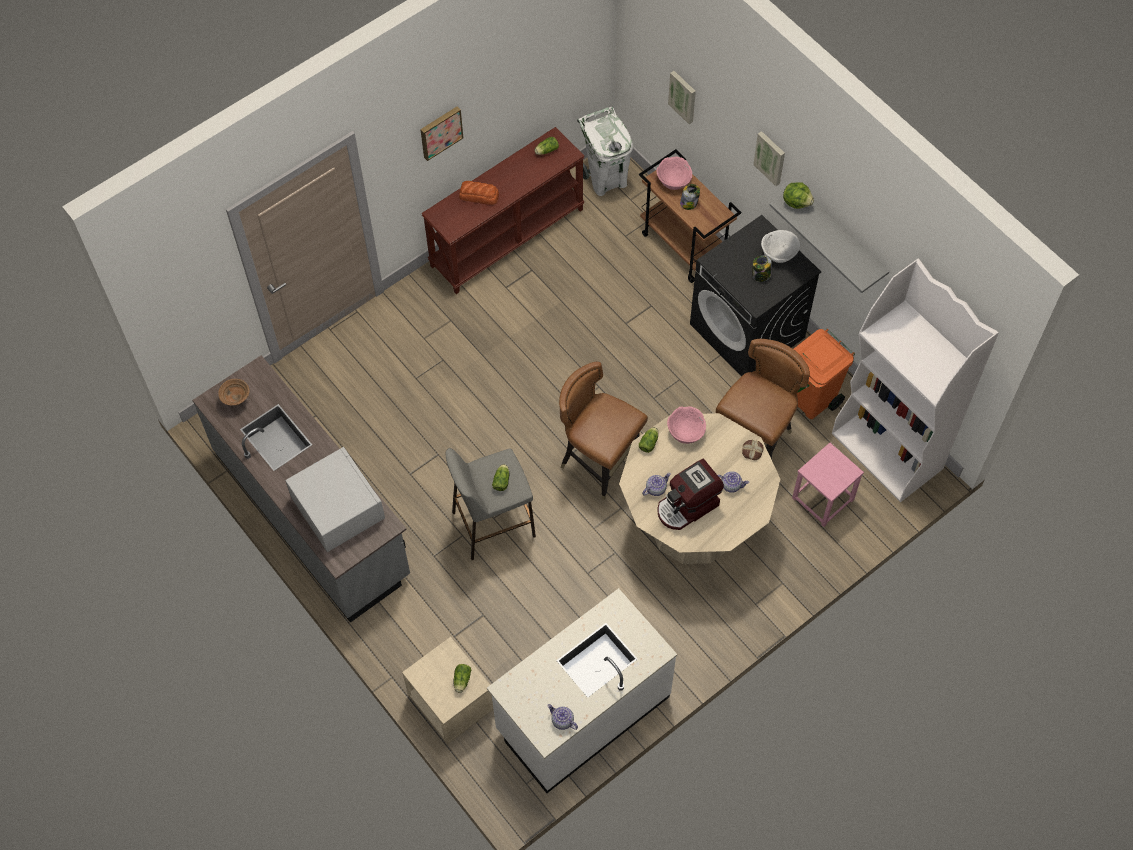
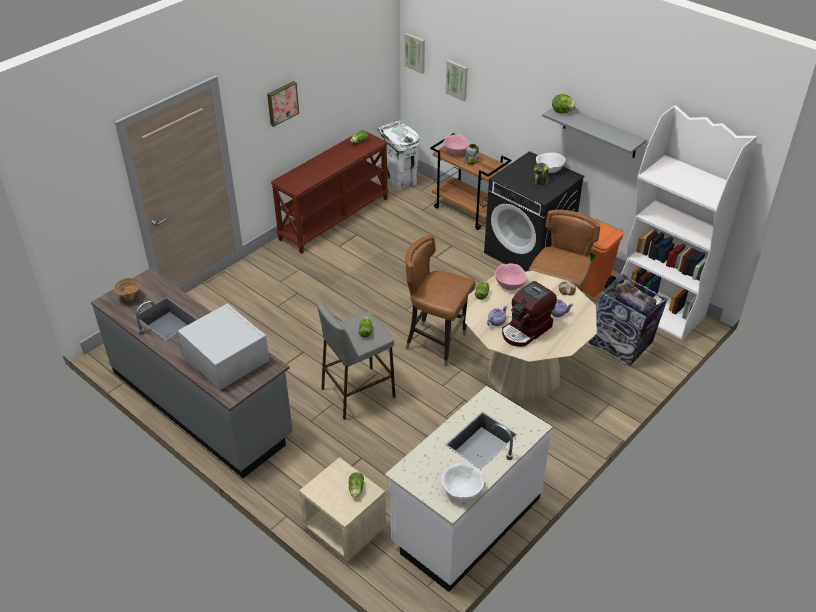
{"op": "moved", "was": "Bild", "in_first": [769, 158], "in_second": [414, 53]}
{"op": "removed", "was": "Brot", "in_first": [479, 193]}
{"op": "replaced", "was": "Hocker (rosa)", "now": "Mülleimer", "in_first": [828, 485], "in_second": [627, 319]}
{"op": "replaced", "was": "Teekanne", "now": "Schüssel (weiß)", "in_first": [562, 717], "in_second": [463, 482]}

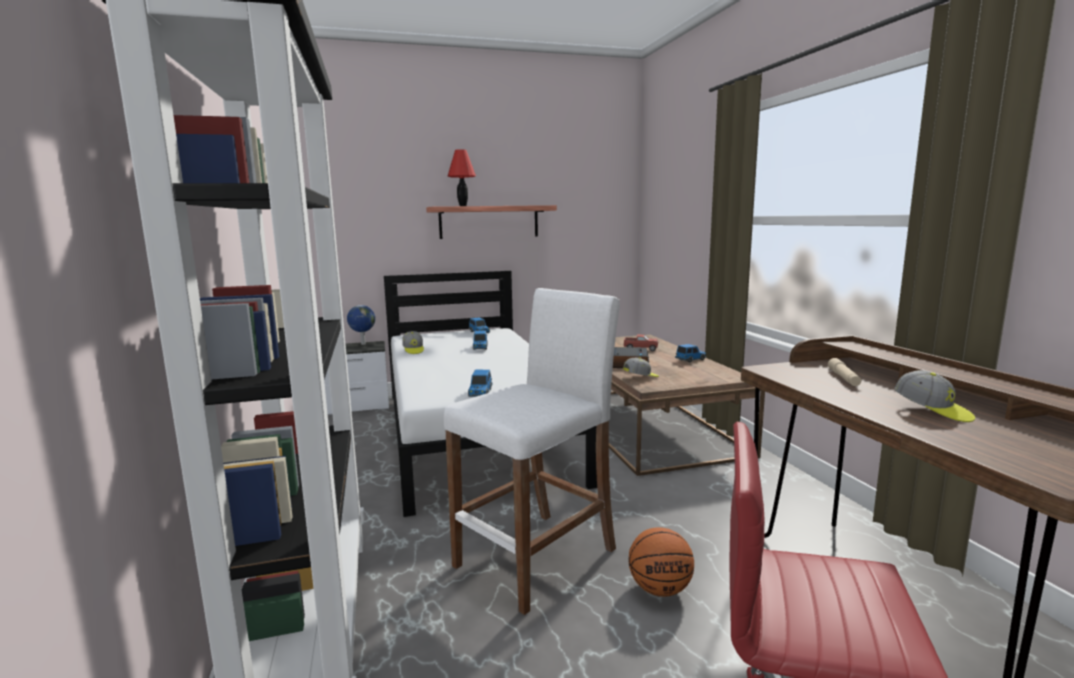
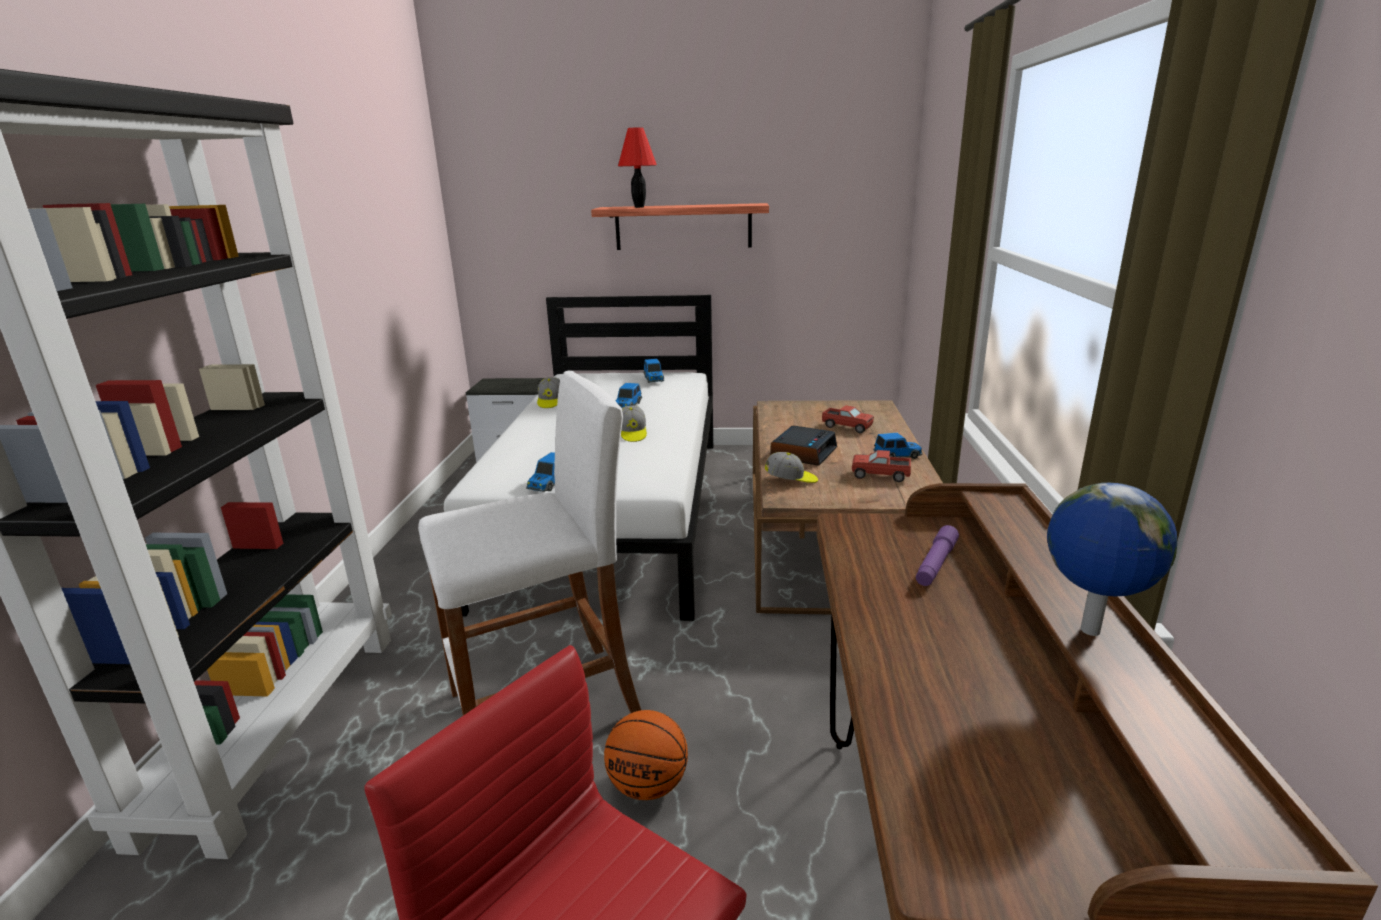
{"op": "moved", "was": "Globus", "in_first": [361, 325], "in_second": [1112, 559]}
{"op": "recoloured", "was": "Taschenlampe (beige)", "now": "Taschenlampe (lila)", "in_first": [844, 372], "in_second": [937, 555]}
{"op": "moved", "was": "Kappe", "in_first": [935, 396], "in_second": [634, 423]}
{"op": "added", "now": "Spielzeuglaster", "in_second": [881, 466]}

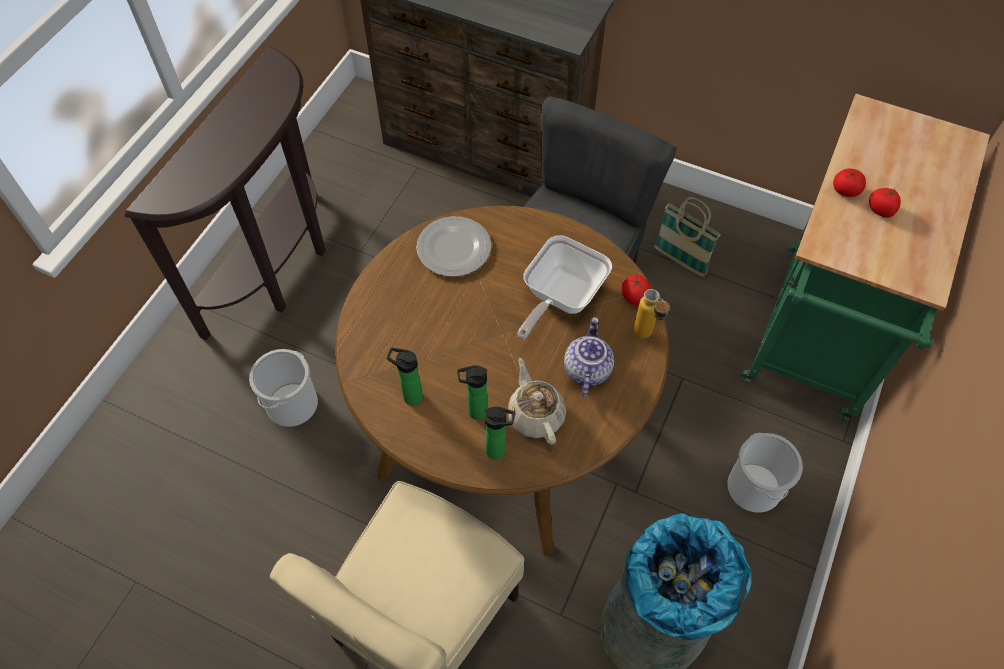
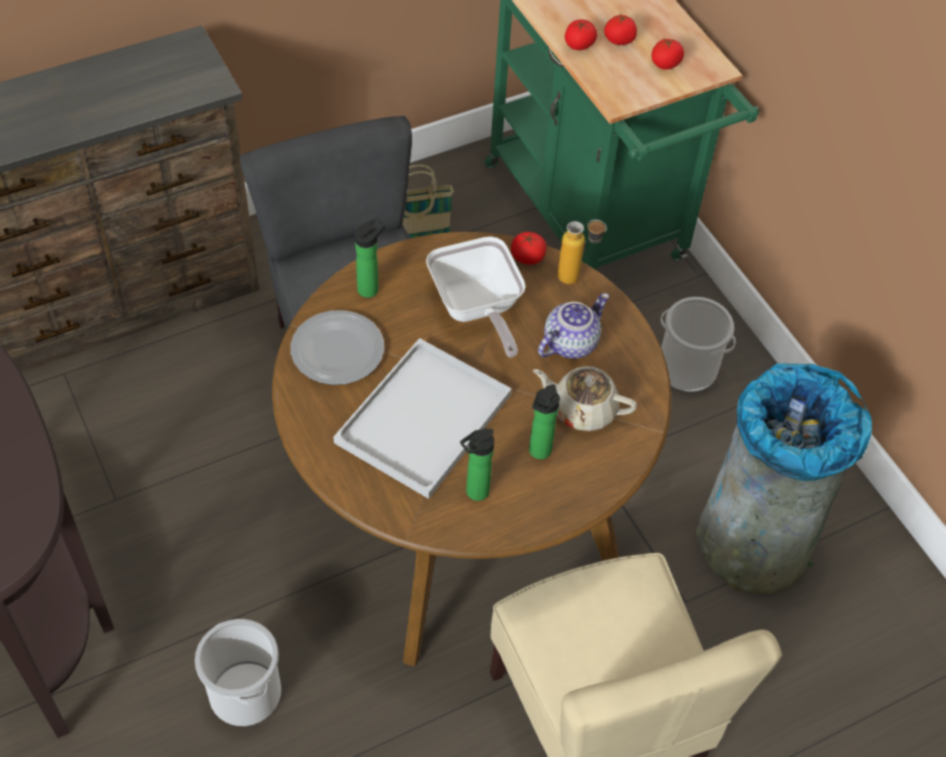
{"op": "turned", "was": "Teekanne", "in_first": [589, 357], "in_second": [573, 326], "clockwise": 90}
{"op": "moved", "was": "Flasche", "in_first": [499, 433], "in_second": [370, 258]}
{"op": "added", "now": "Tomate", "in_second": [668, 53]}
{"op": "added", "now": "Tablett (weiß)", "in_second": [422, 418]}

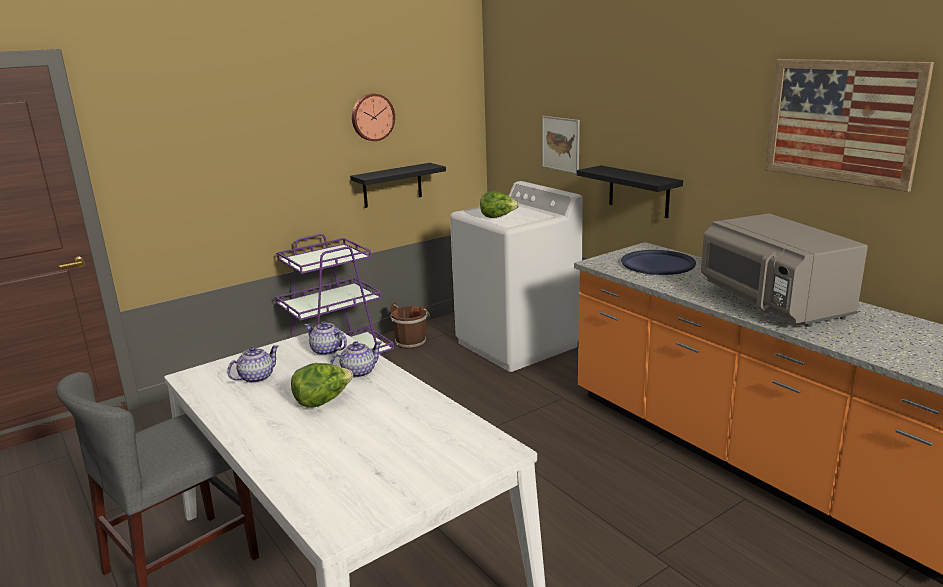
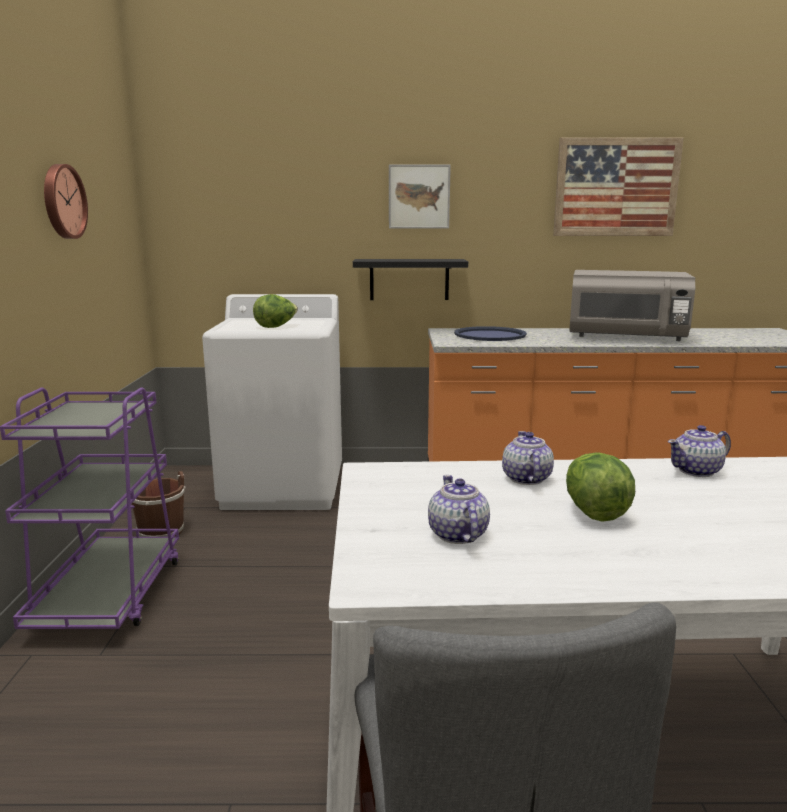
{"op": "moved", "was": "Bild", "in_first": [561, 145], "in_second": [420, 196]}
{"op": "removed", "was": "Wandregal (schwarz)", "in_first": [398, 185]}
{"op": "moved", "was": "Teekanne", "in_first": [326, 338], "in_second": [699, 451]}

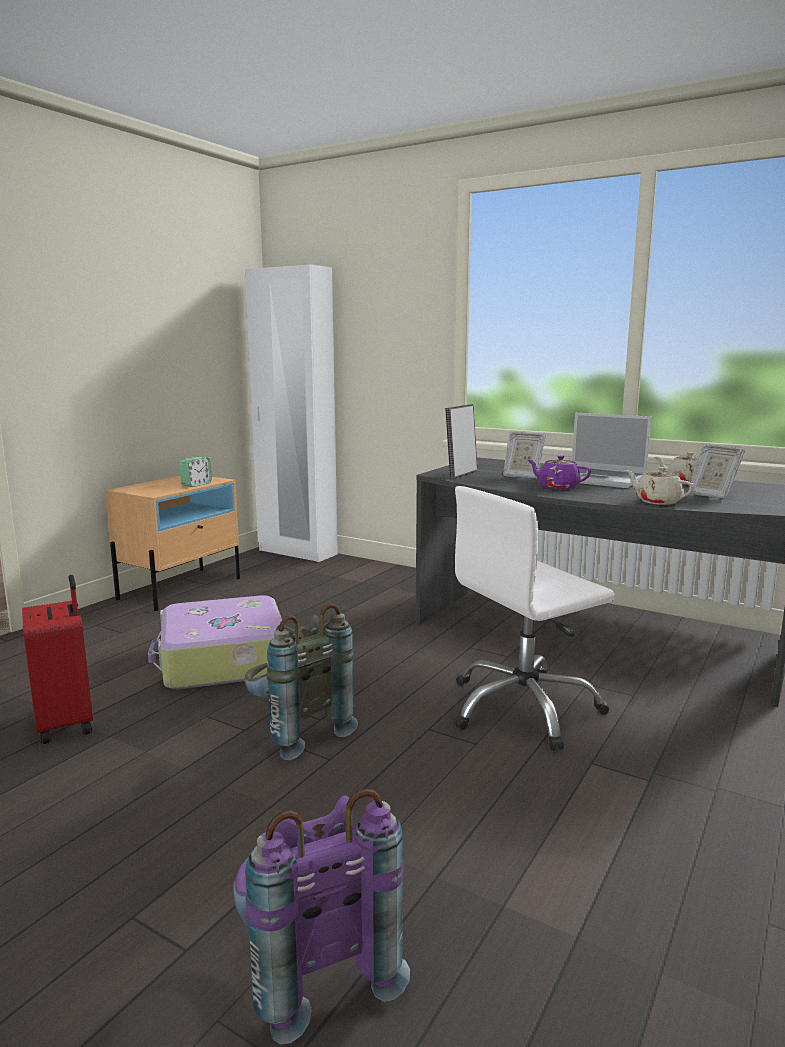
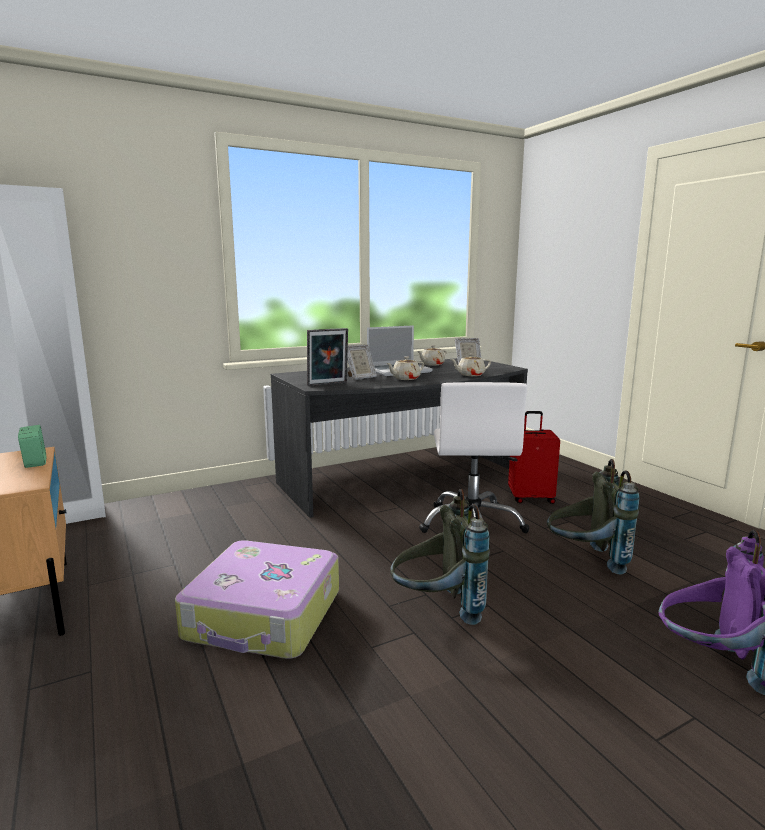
{"op": "turned", "was": "Bilderrahmen", "in_first": [461, 441], "in_second": [327, 357], "clockwise": -90}
{"op": "recoloured", "was": "Teekanne (lila)", "now": "Teekanne (beige)", "in_first": [559, 472], "in_second": [405, 368]}
{"op": "moved", "was": "Koffer (rot)", "in_first": [57, 659], "in_second": [534, 457]}
{"op": "added", "now": "Rucksack (grau)", "in_second": [593, 517]}

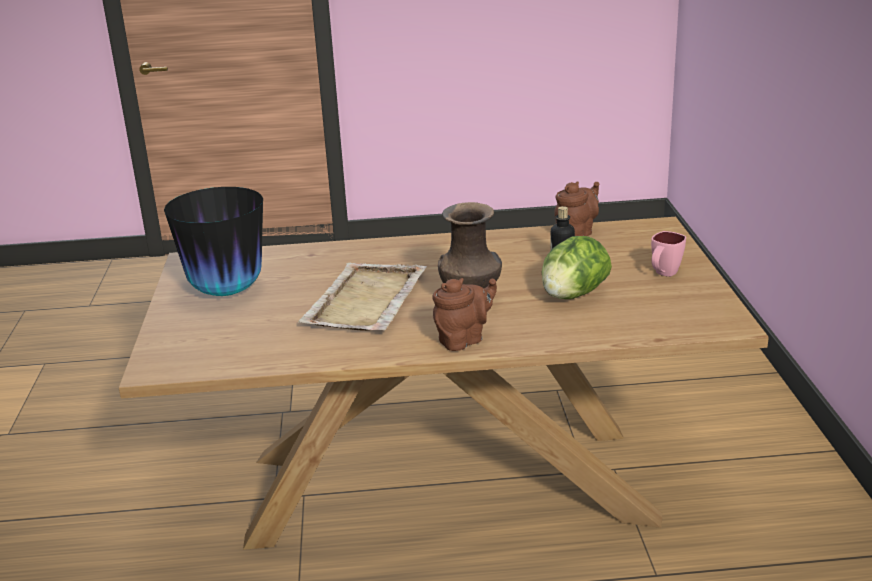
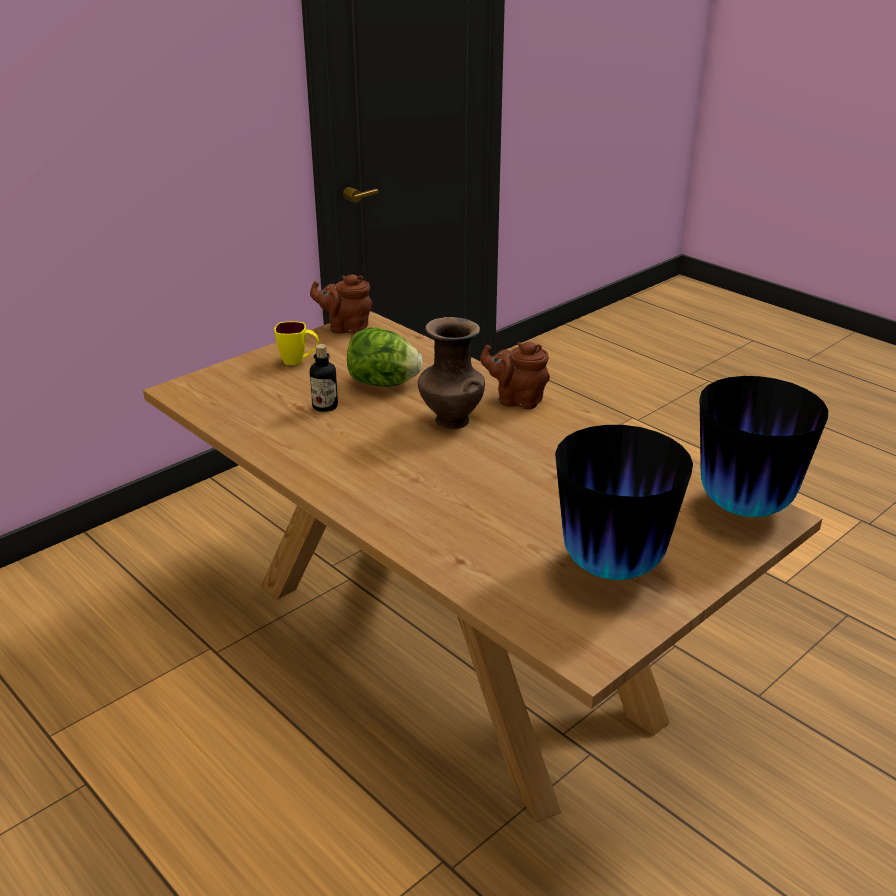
{"op": "moved", "was": "Teekanne (braun)", "in_first": [577, 208], "in_second": [341, 304]}
{"op": "recoloured", "was": "Henkelbecher (rosa)", "now": "Henkelbecher (gelb)", "in_first": [668, 254], "in_second": [296, 343]}
{"op": "removed", "was": "Tablett (beige)", "in_first": [362, 297]}
{"op": "added", "now": "Vase", "in_second": [764, 446]}

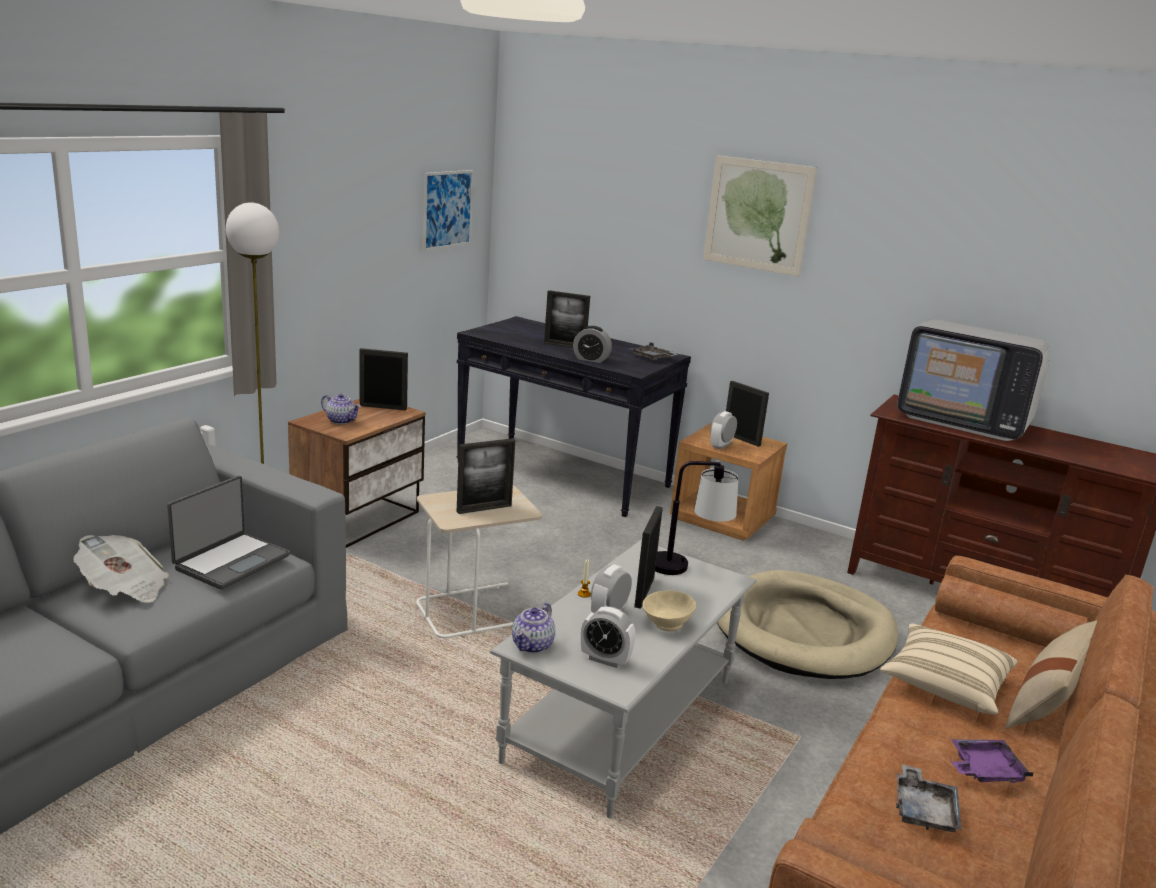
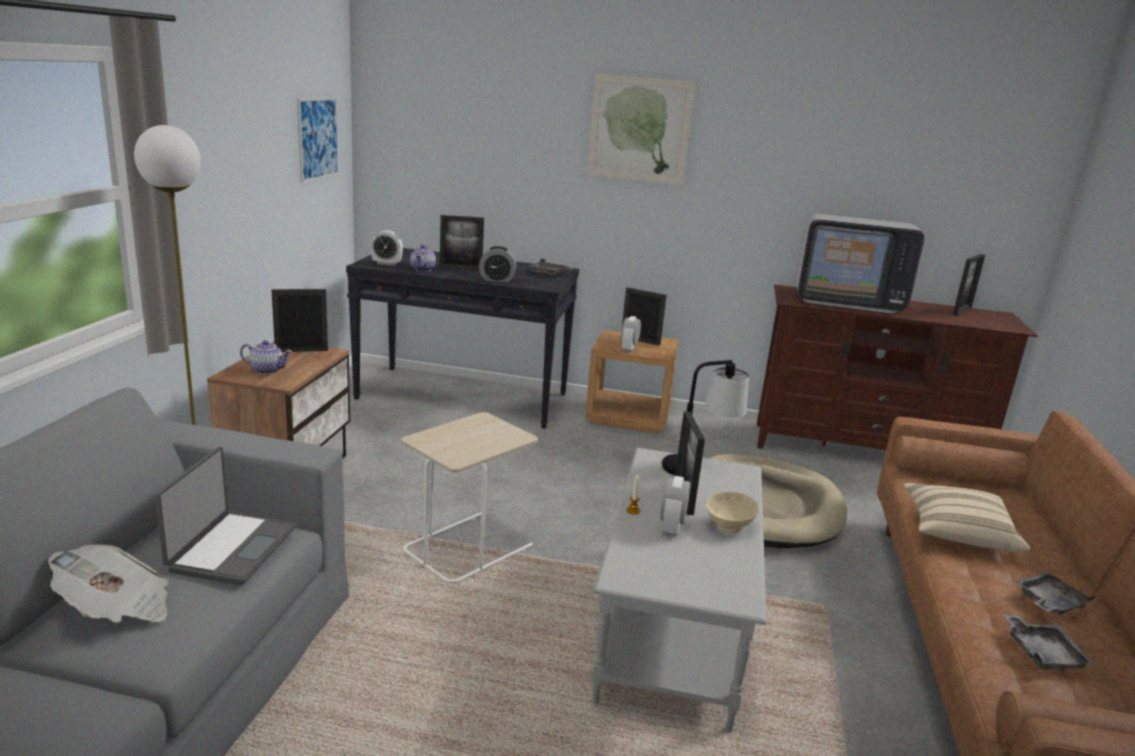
{"op": "moved", "was": "Bilderrahmen", "in_first": [485, 476], "in_second": [969, 285]}
{"op": "moved", "was": "Teekanne", "in_first": [533, 628], "in_second": [423, 258]}
{"op": "moved", "was": "Wecker", "in_first": [608, 637], "in_second": [387, 248]}
{"op": "removed", "was": "Kissen (beige)", "in_first": [1051, 674]}
{"op": "recoloured", "was": "Tablett (lila)", "now": "Tablett (grau)", "in_first": [992, 761], "in_second": [1055, 593]}

